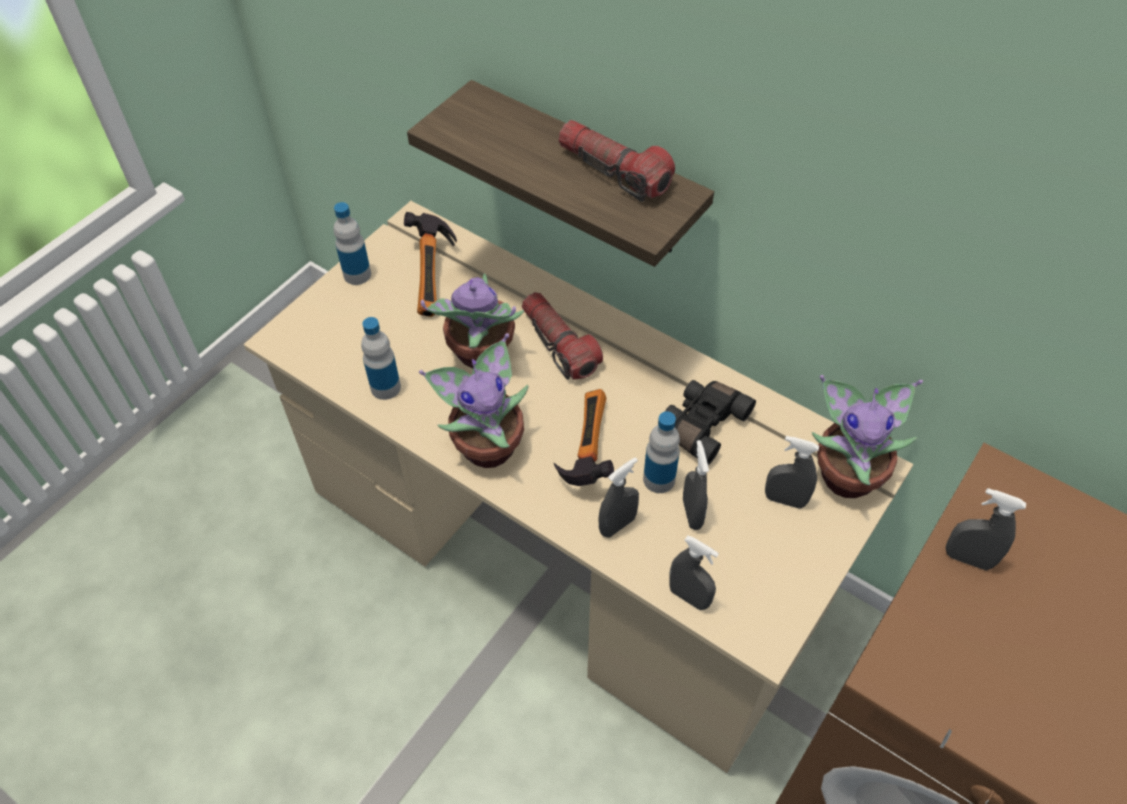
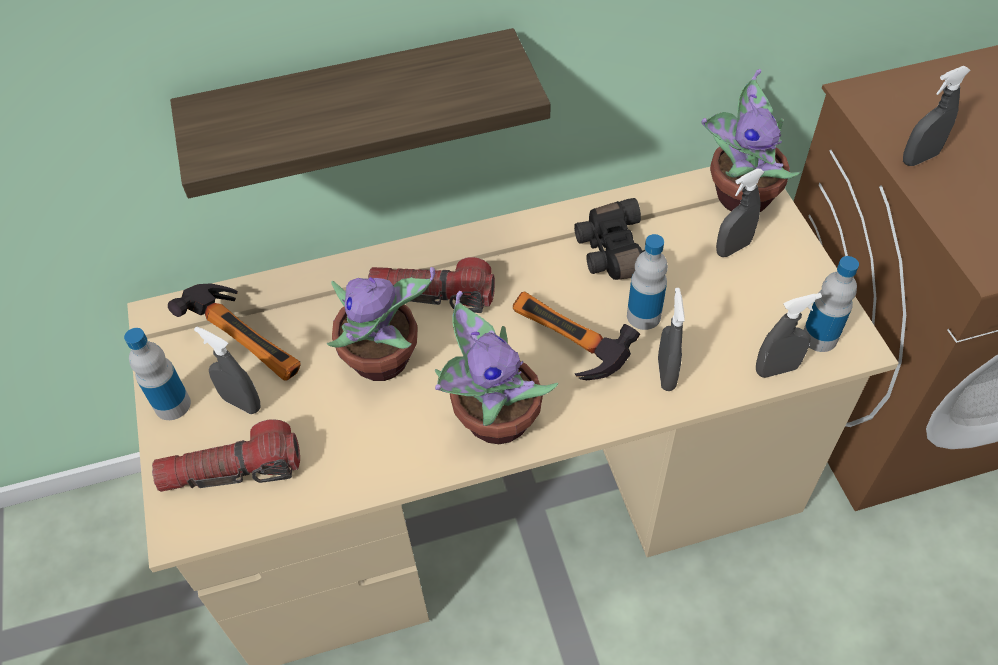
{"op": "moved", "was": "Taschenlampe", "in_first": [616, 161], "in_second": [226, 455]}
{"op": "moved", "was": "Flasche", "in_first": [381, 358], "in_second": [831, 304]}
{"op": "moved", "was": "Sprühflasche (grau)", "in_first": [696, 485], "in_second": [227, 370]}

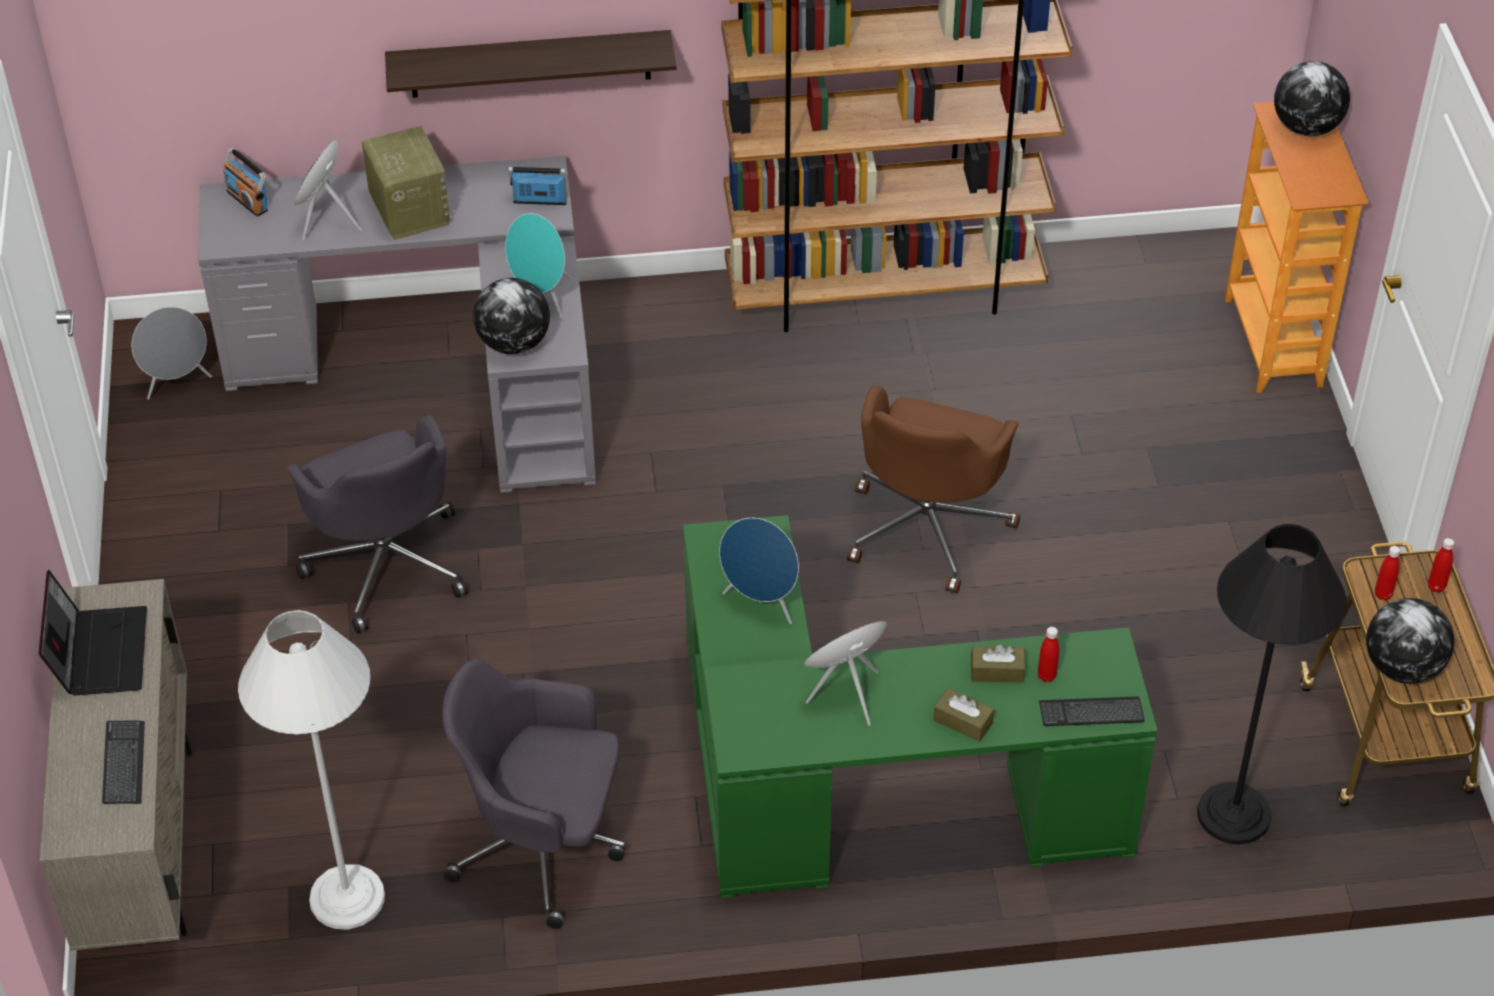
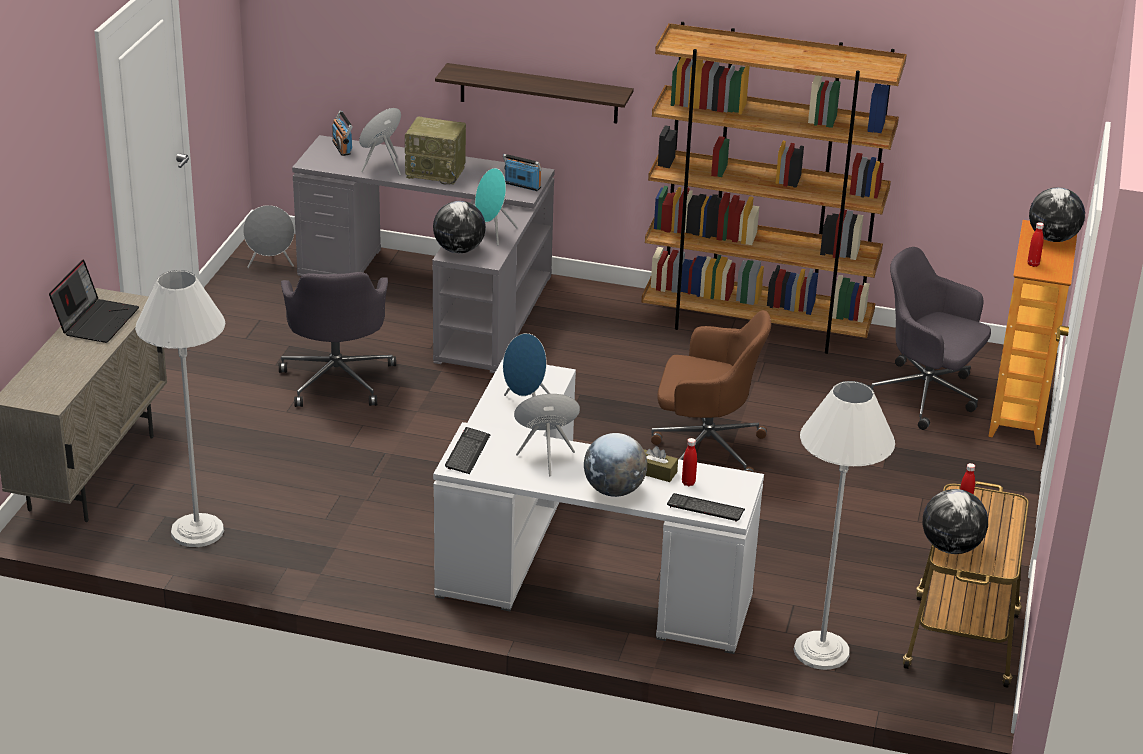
{"op": "turned", "was": "Radio", "in_first": [406, 183], "in_second": [435, 150], "clockwise": 105}
{"op": "turned", "was": "Bürostuhl (braun)", "in_first": [933, 489], "in_second": [711, 391], "clockwise": -120}
{"op": "recoloured", "was": "Schreibtisch (grün)", "now": "Schreibtisch (weiß)", "in_first": [920, 706], "in_second": [598, 506]}
{"op": "recoloured", "was": "Stehlampe (schwarz)", "now": "Stehlampe (weiß)", "in_first": [1271, 684], "in_second": [844, 525]}
{"op": "moved", "was": "Flasche (rot)", "in_first": [1441, 565], "in_second": [1036, 244]}
{"op": "moved", "was": "Bürostuhl (grau)", "in_first": [534, 794], "in_second": [929, 338]}
{"op": "replaced", "was": "Taschentuchbox (braun)", "now": "Globus", "in_first": [963, 715], "in_second": [615, 465]}
{"op": "moved", "was": "Tastatur", "in_first": [123, 762], "in_second": [467, 450]}

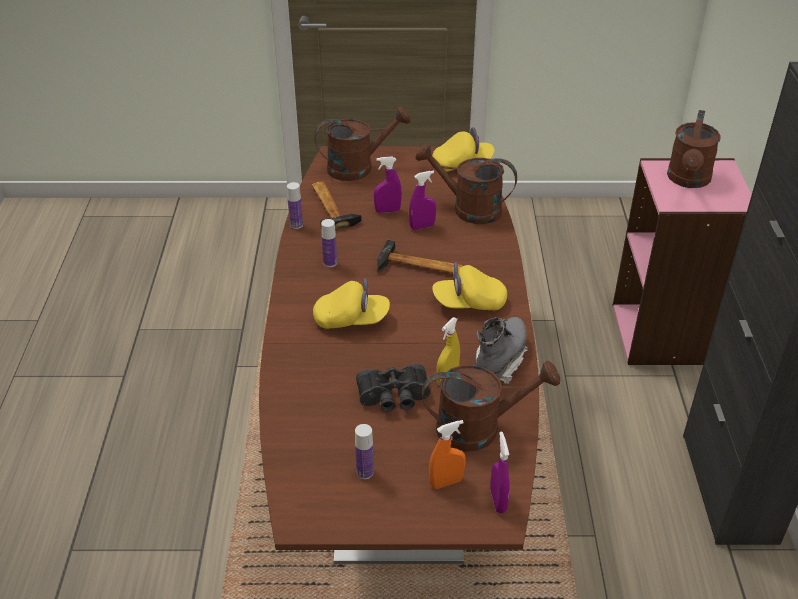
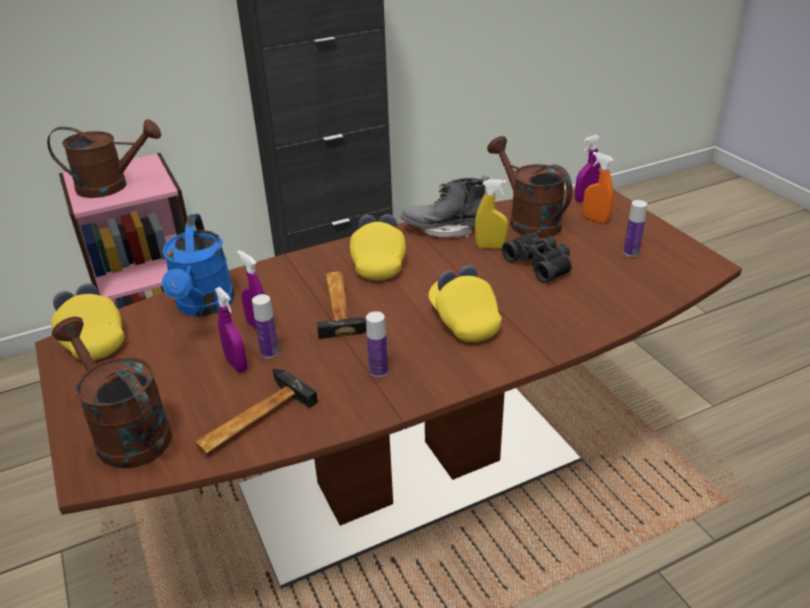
{"op": "recoloured", "was": "Gießkanne (braun)", "now": "Gießkanne (blau)", "in_first": [466, 183], "in_second": [198, 265]}
{"op": "moved", "was": "Flasche", "in_first": [295, 205], "in_second": [265, 326]}
{"op": "turned", "was": "Kappe (gelb)", "in_first": [469, 286], "in_second": [378, 247], "clockwise": -150}

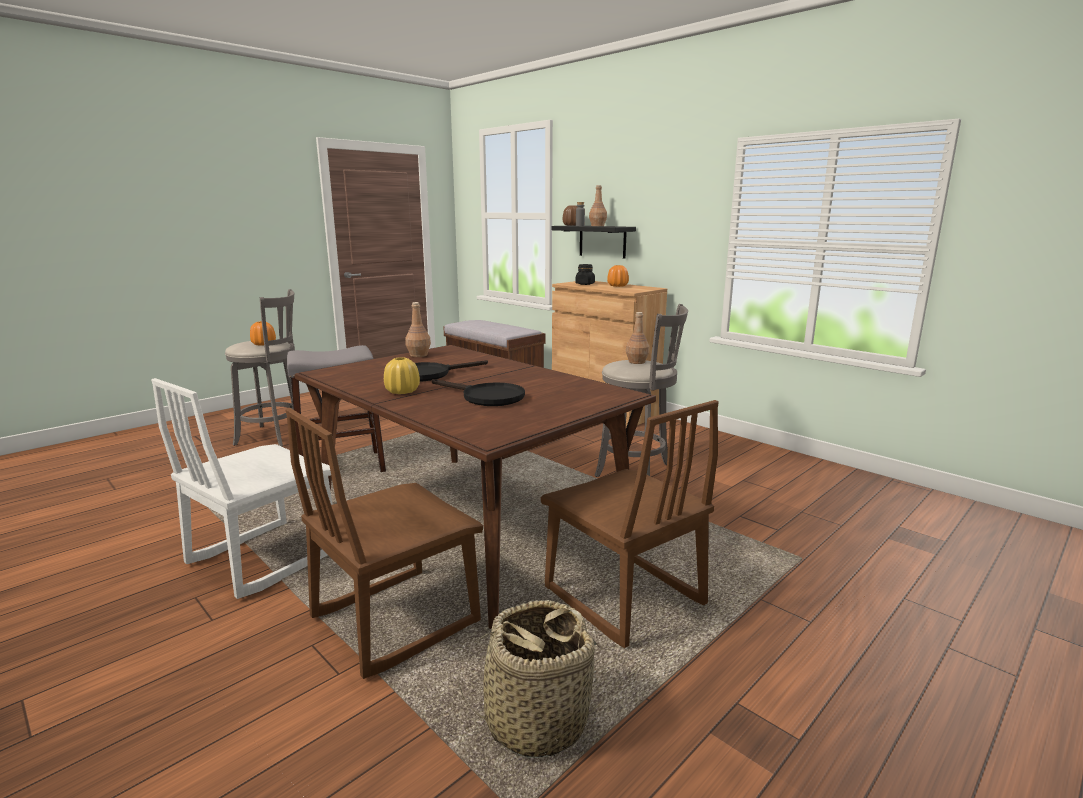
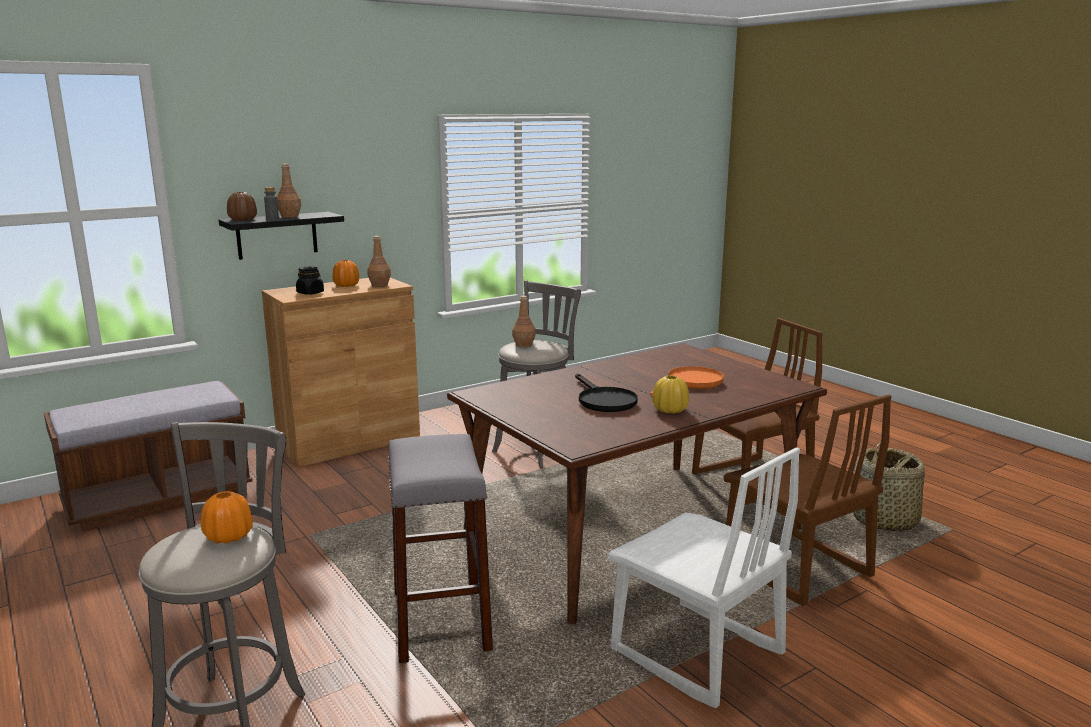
{"op": "moved", "was": "Flasche (braun)", "in_first": [418, 329], "in_second": [379, 261]}
{"op": "recoloured", "was": "Pfanne (schwarz)", "now": "Pfanne (orange)", "in_first": [478, 392], "in_second": [687, 381]}

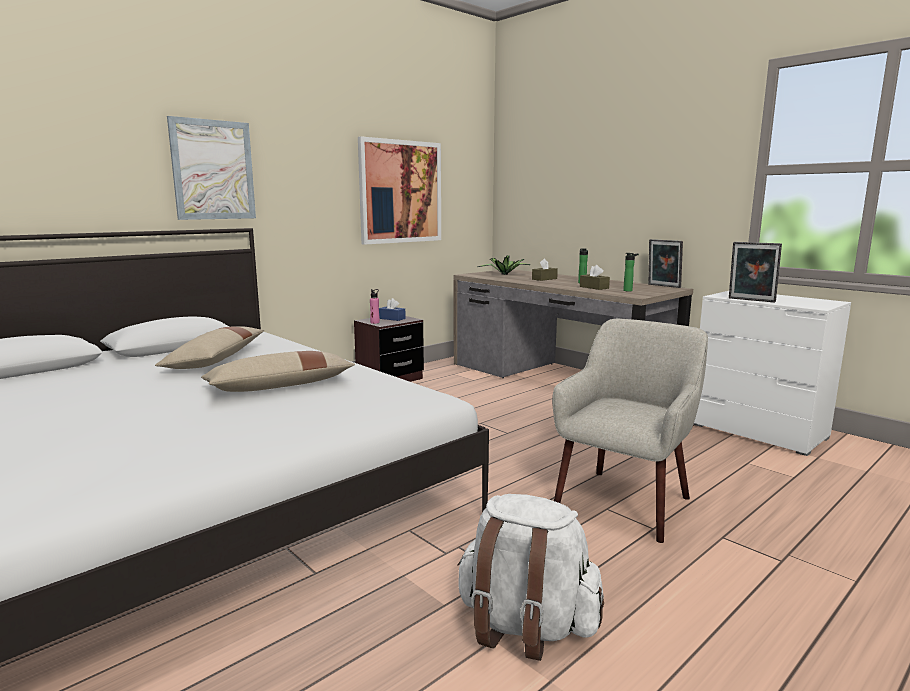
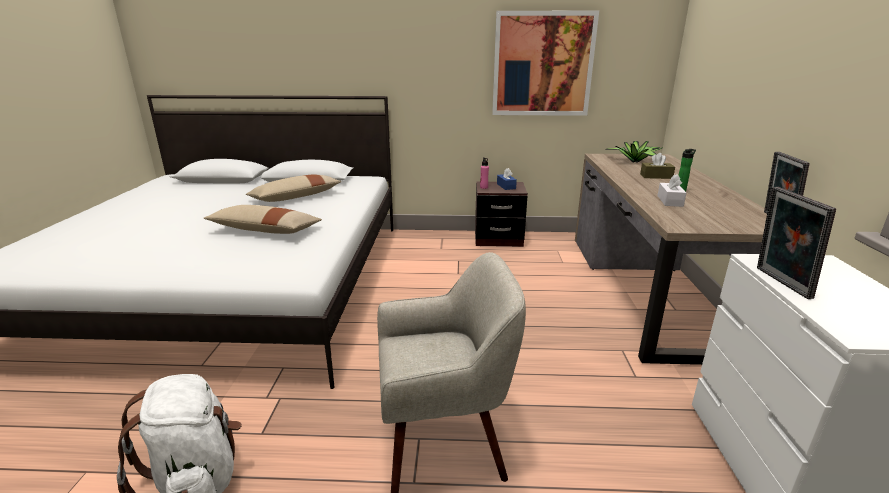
{"op": "removed", "was": "Bild", "in_first": [211, 168]}
{"op": "removed", "was": "Flasche", "in_first": [631, 272]}
{"op": "recoloured", "was": "Taschentuchbox (braun)", "now": "Taschentuchbox (weiß)", "in_first": [595, 277], "in_second": [671, 190]}

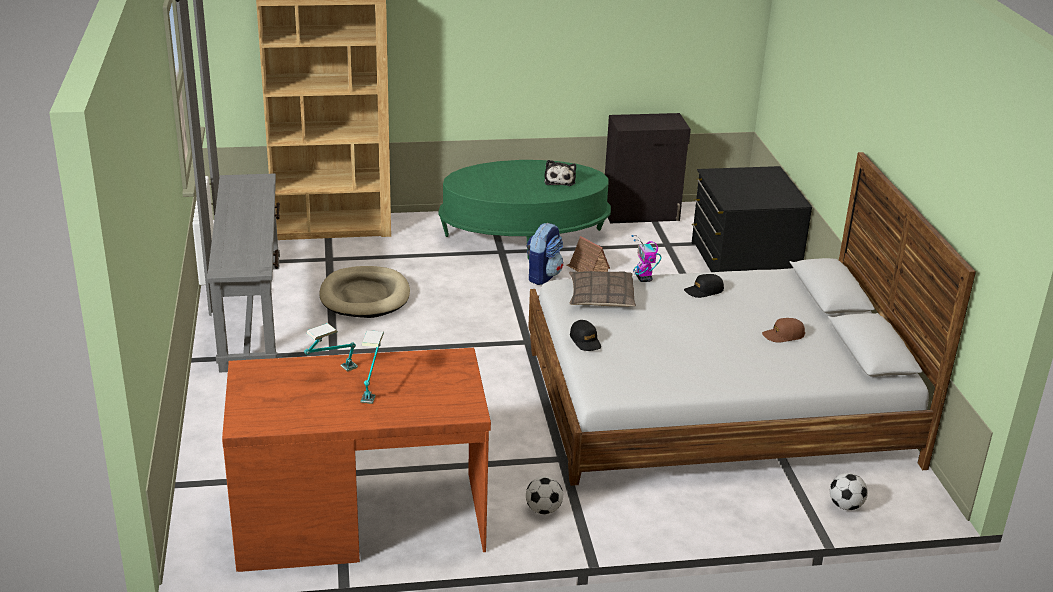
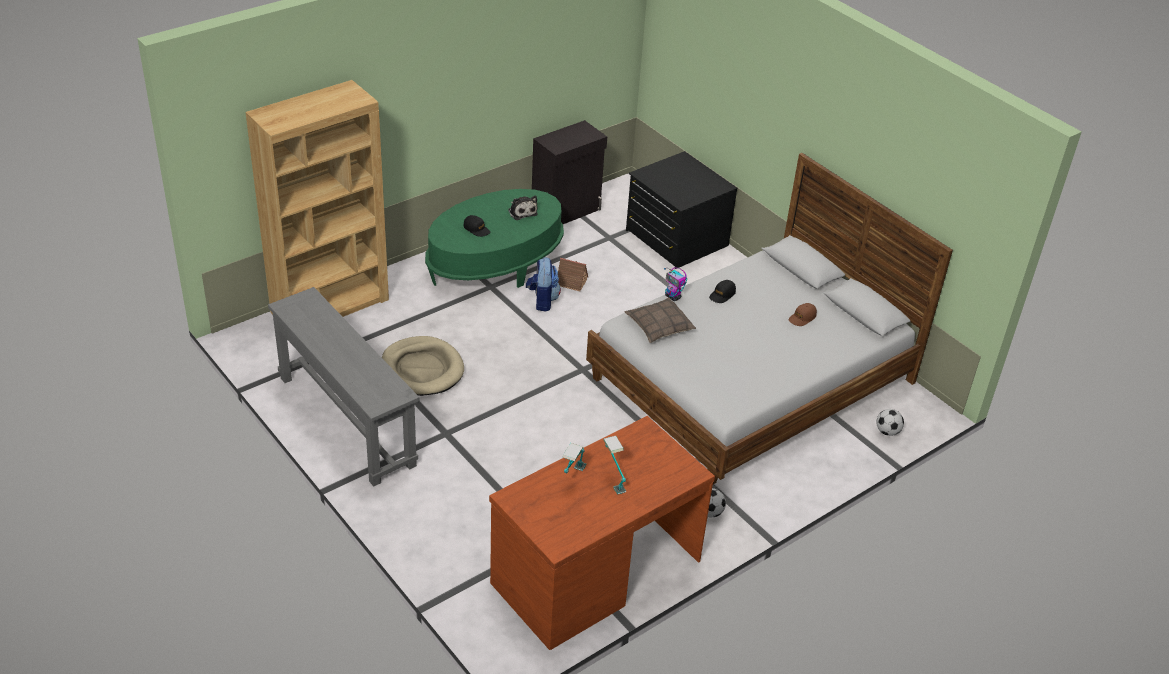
{"op": "moved", "was": "Kappe (schwarz)", "in_first": [585, 335], "in_second": [477, 226]}

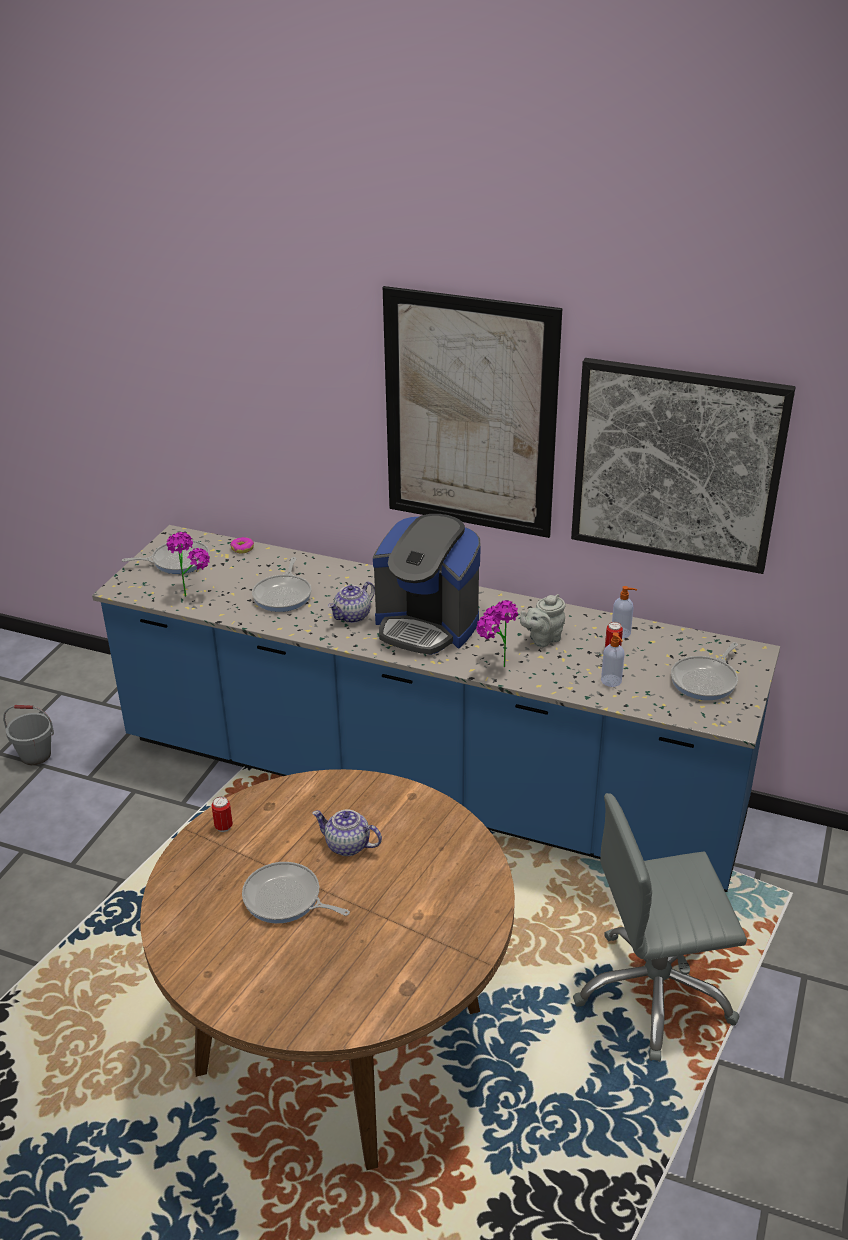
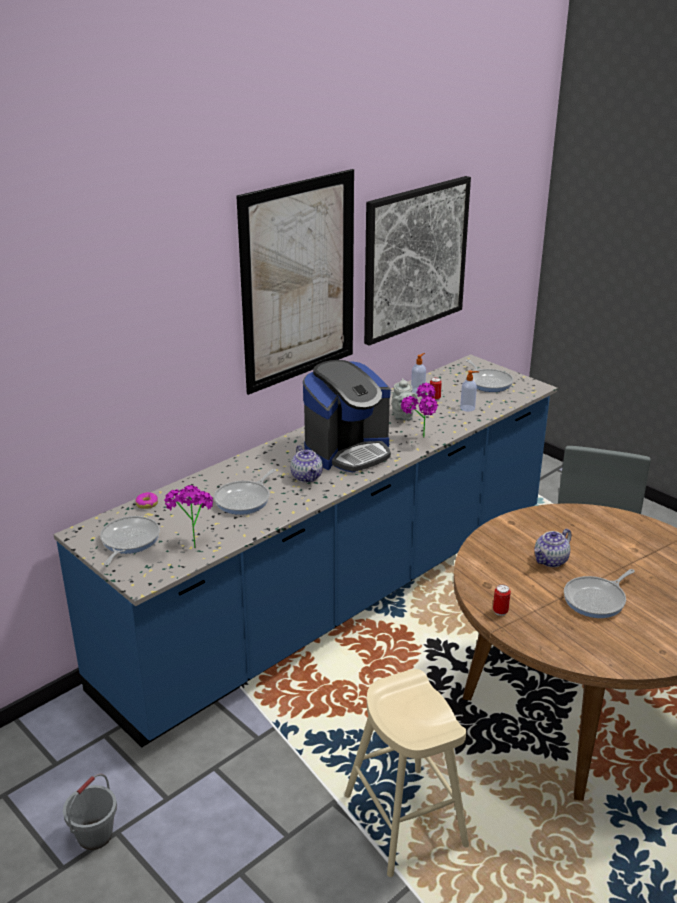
{"op": "turned", "was": "Pfanne", "in_first": [282, 584], "in_second": [245, 492], "clockwise": 90}
{"op": "added", "now": "Hocker (beige)", "in_second": [406, 773]}

